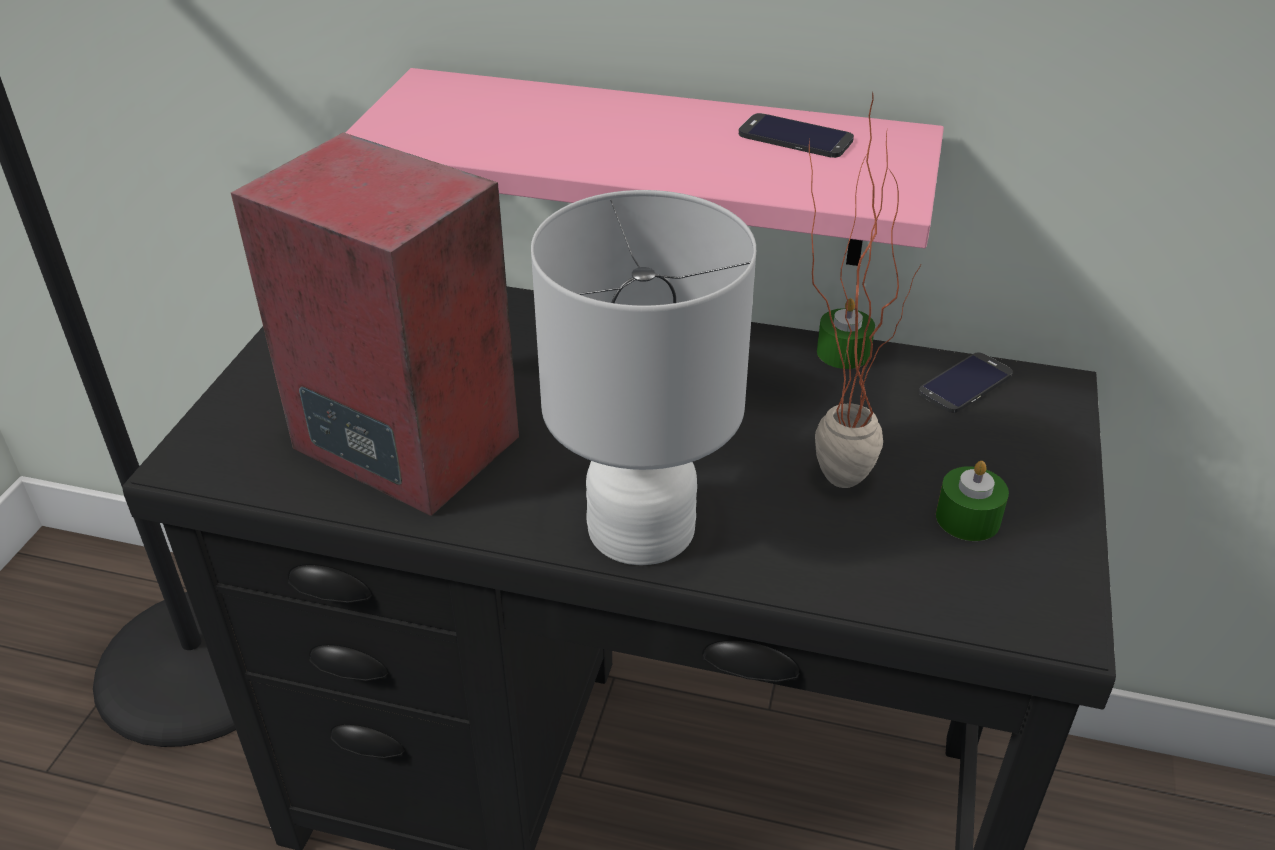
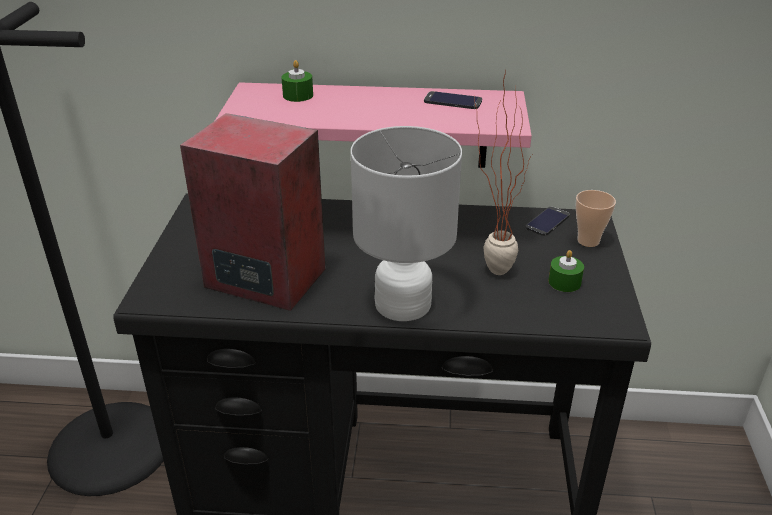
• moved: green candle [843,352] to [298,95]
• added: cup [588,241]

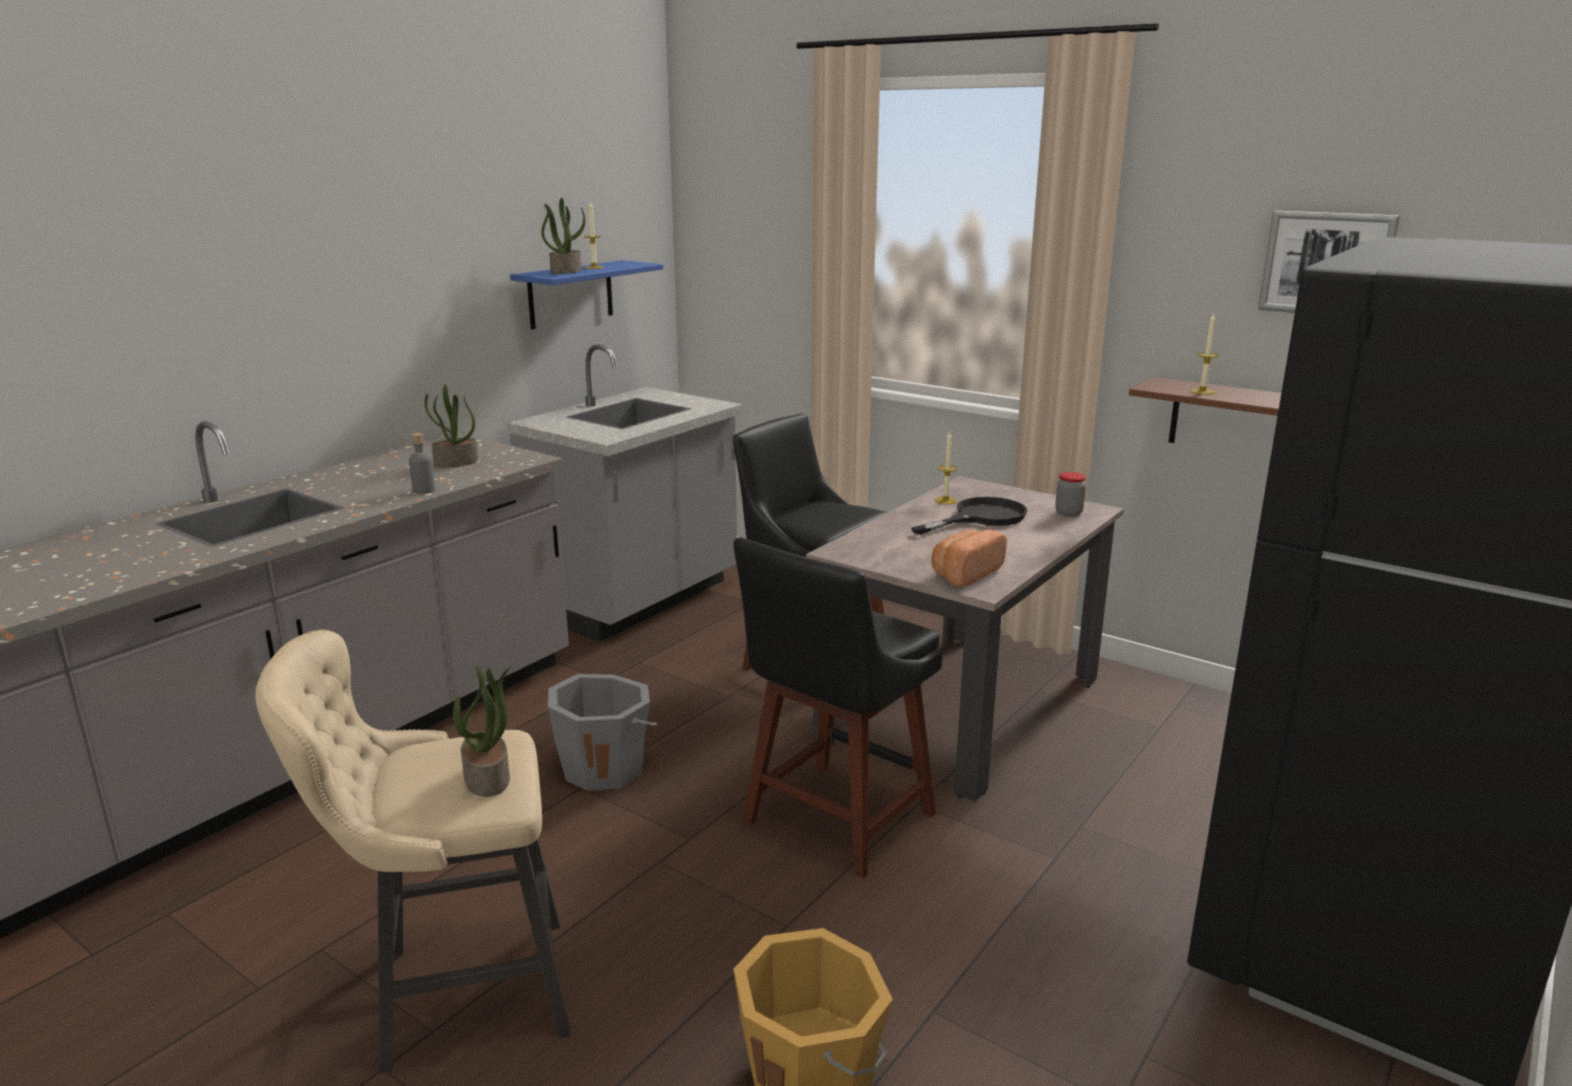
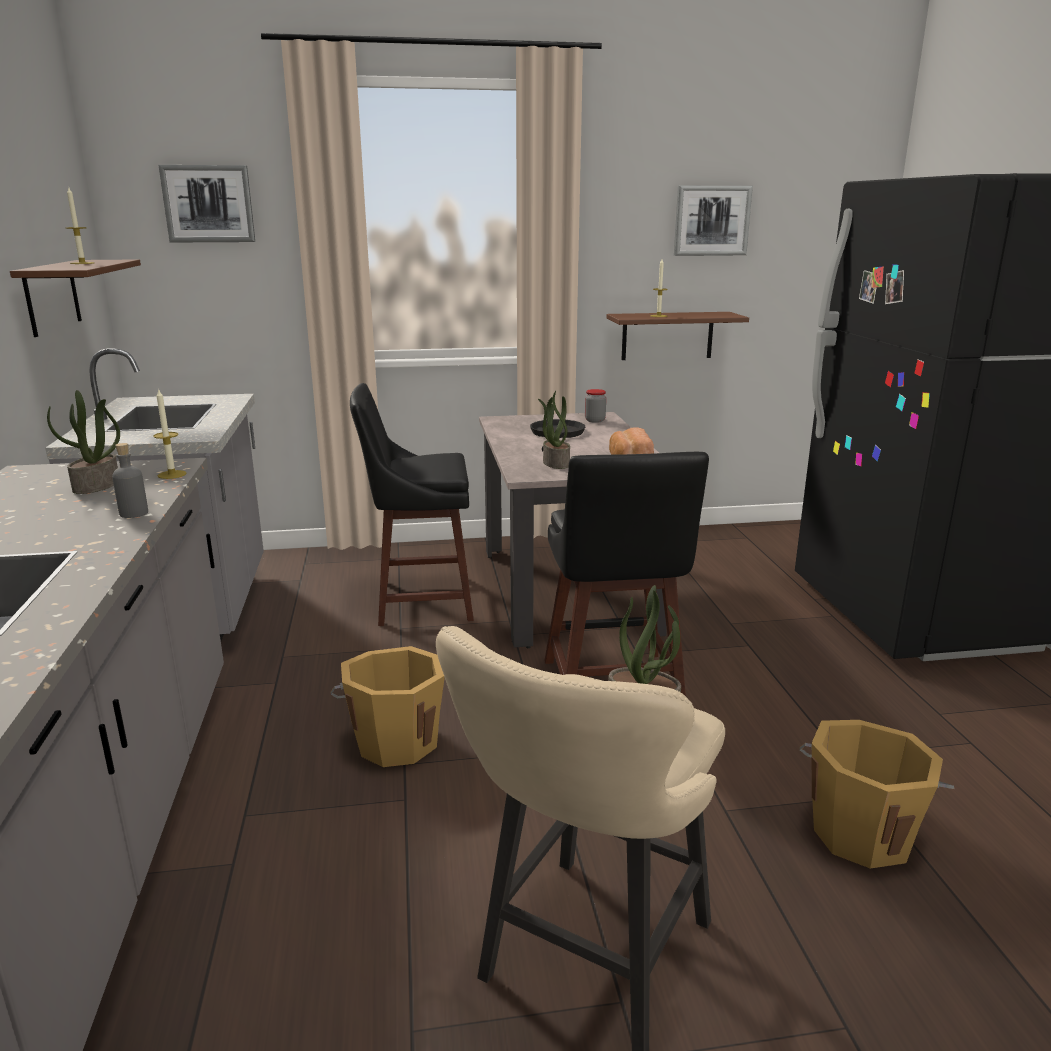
• recoloured: blue shelf [570,294] to brown shelf [52,297]
• moved: candle [945,500] to [172,474]
• added: picture [208,204]
• recoloured: grey bucket [604,768] to orange bucket [397,741]
• moved: potted plant [566,271] to [555,463]

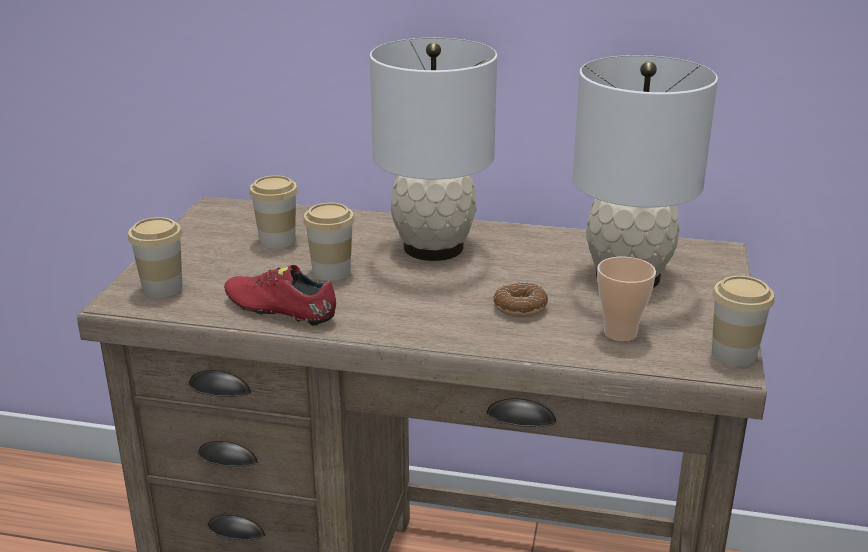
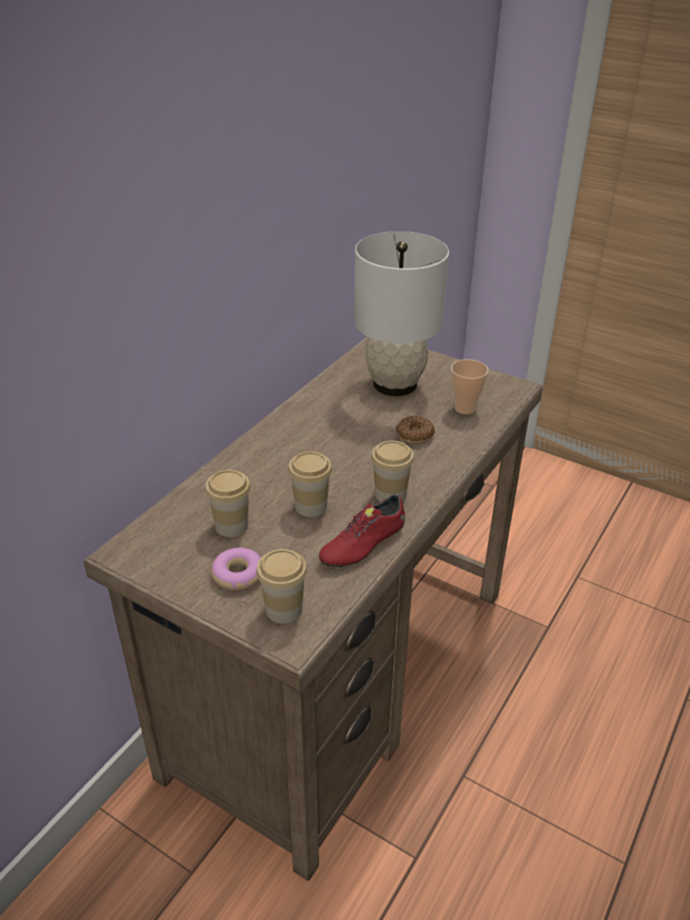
• added: donut [238,575]
• moved: cup [733,354] to [390,494]
• removed: white table lamp [433,247]

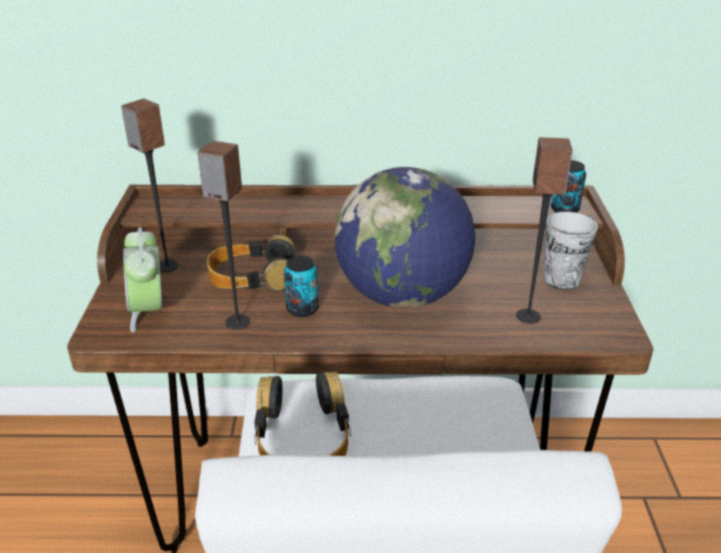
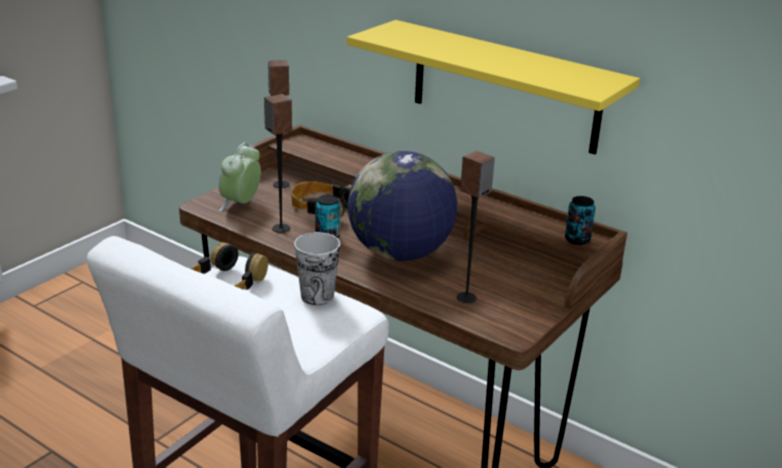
• moved: cup [561,280] to [317,296]
• added: yellow shelf [505,87]

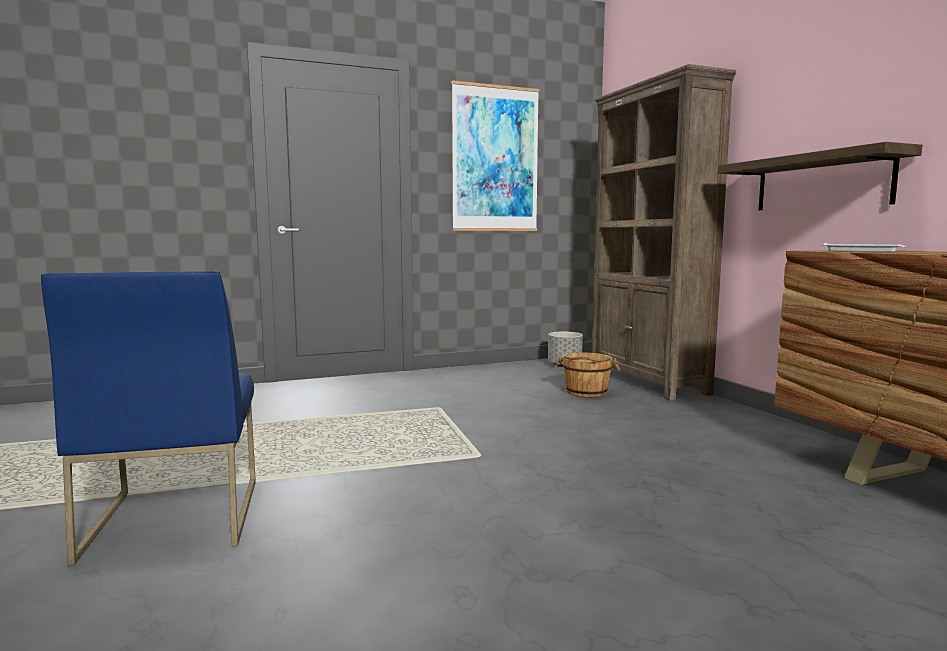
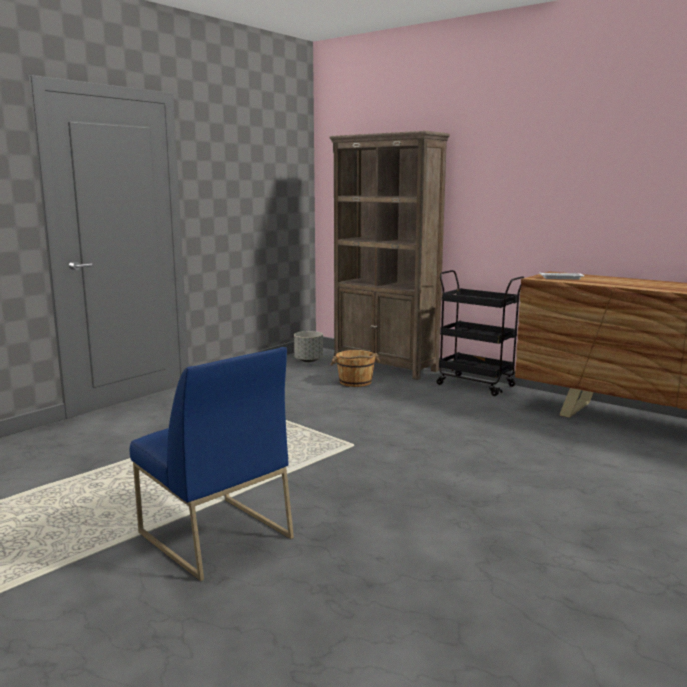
• added: black cart [476,385]
• removed: picture [495,159]
• removed: shelf [821,182]

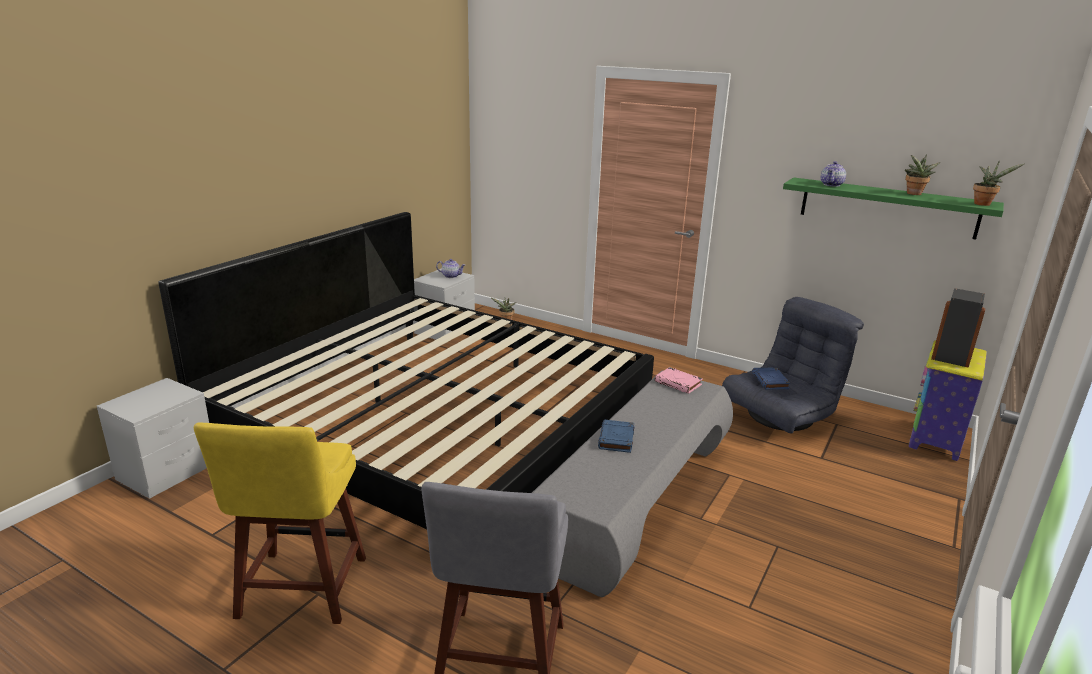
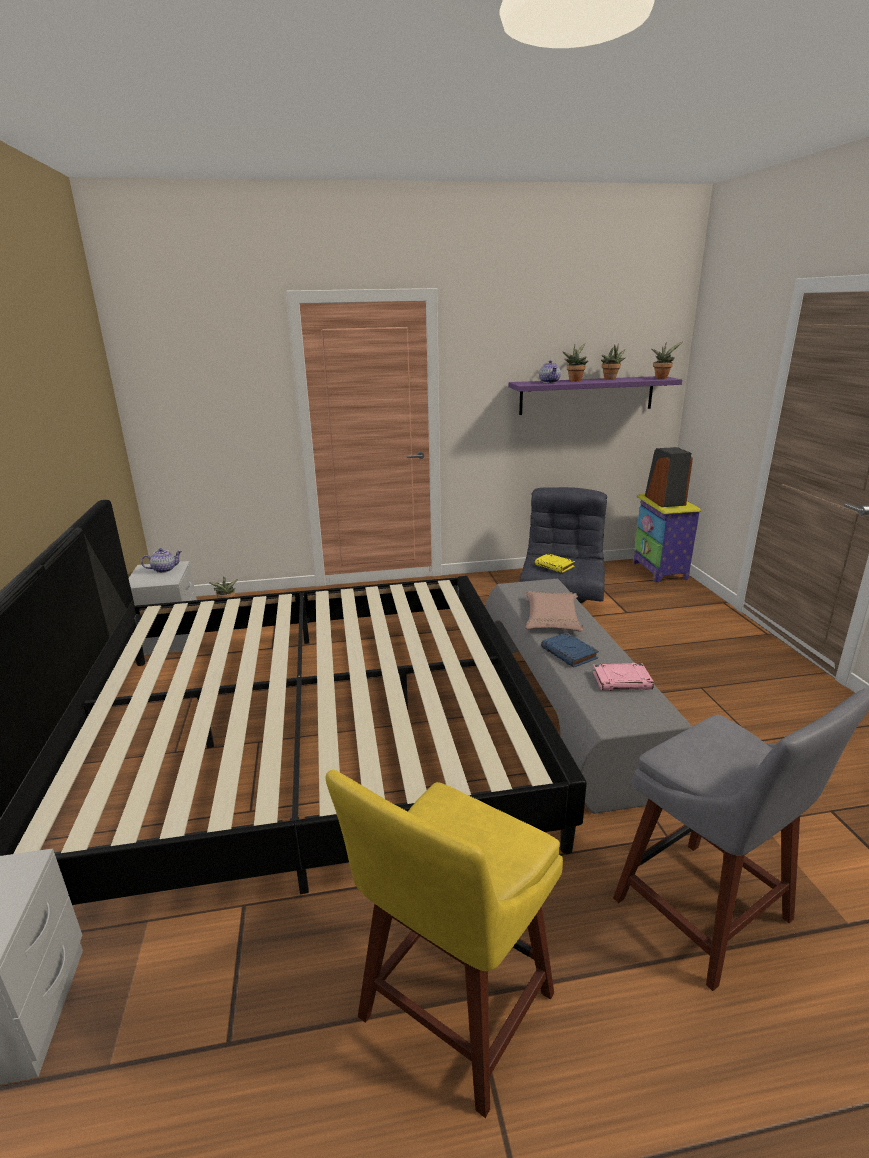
• turned: yellow chair [299,592] = [450,1013] 75 degrees clockwise
• recoloured: green shelf [887,207] to purple shelf [586,395]
• added: beige pillow [552,617]
• recoloured: blue book [770,381] to yellow book [554,566]
• added: potted plant [574,380]
• moved: pink book [678,383] to [622,681]

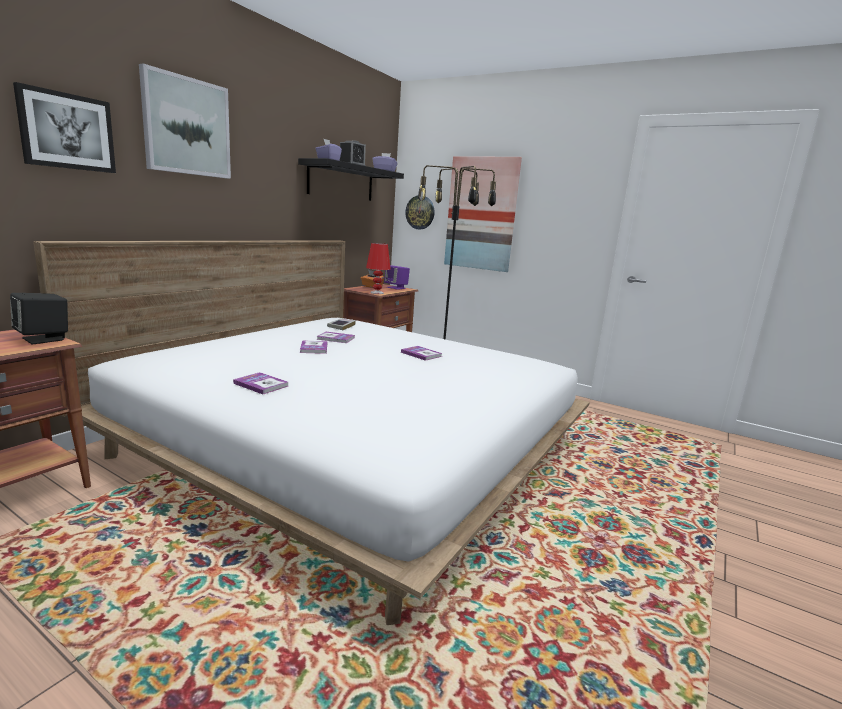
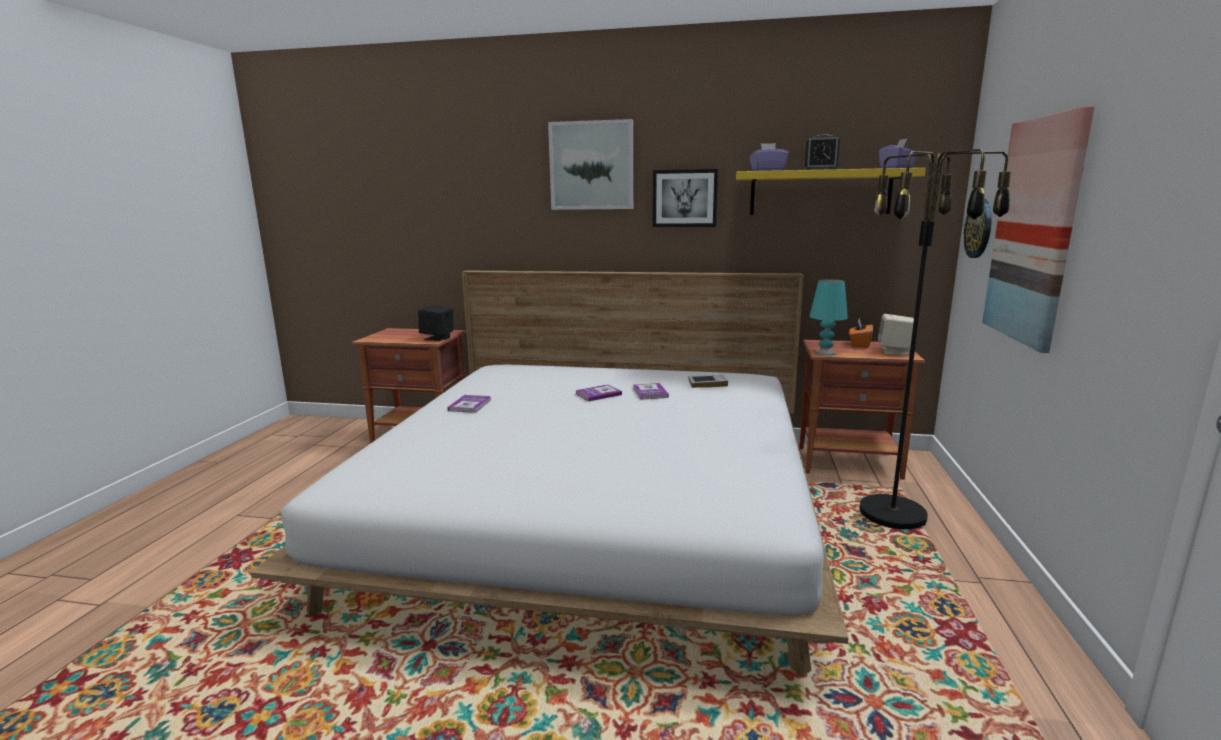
• moved: picture [67,131] to [684,198]
• recoloured: black shelf [341,182] to yellow shelf [819,193]
• recoloured: red table lamp [377,293] to turquoise table lamp [825,352]
• recoloured: purple speaker [396,288] to beige speaker [895,352]
• removed: book [421,354]

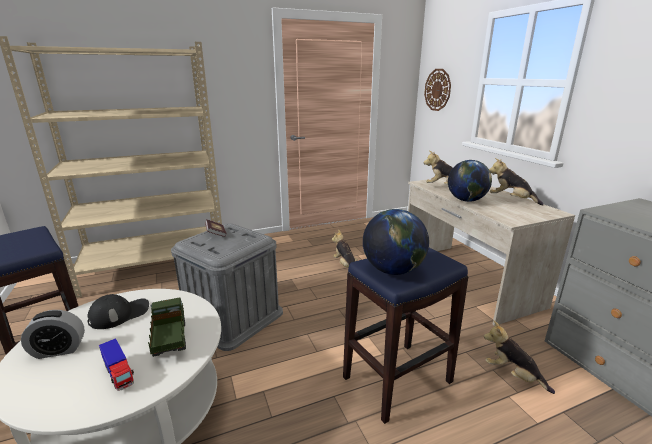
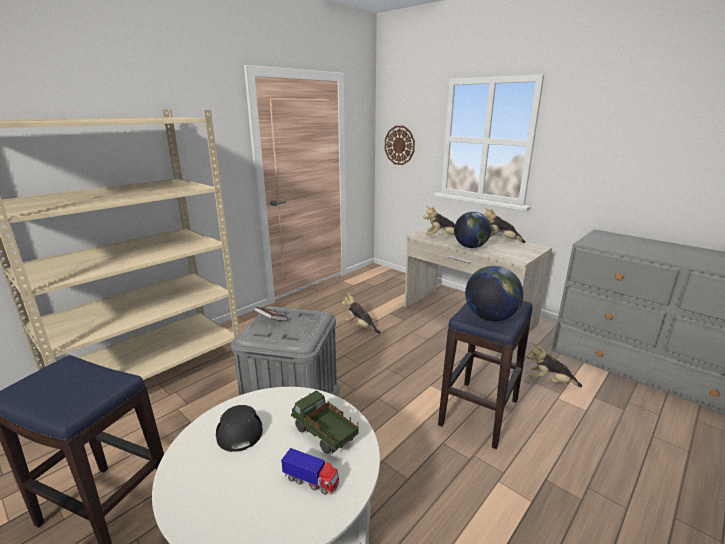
• turned: black cap [120,314] = [239,428] 45 degrees counterclockwise
• removed: alarm clock [59,350]

